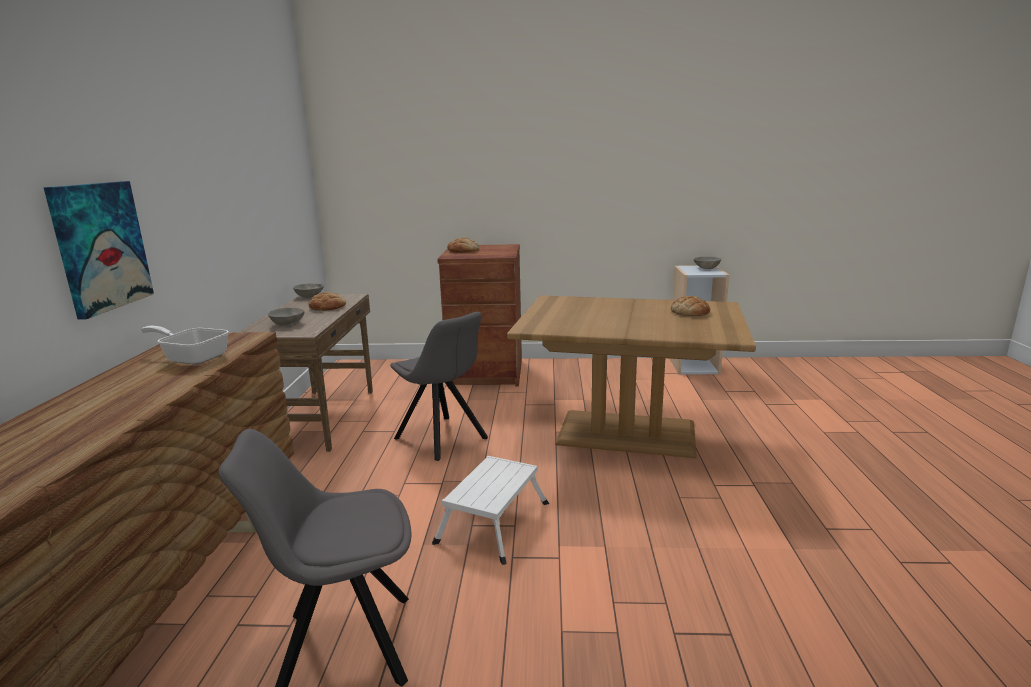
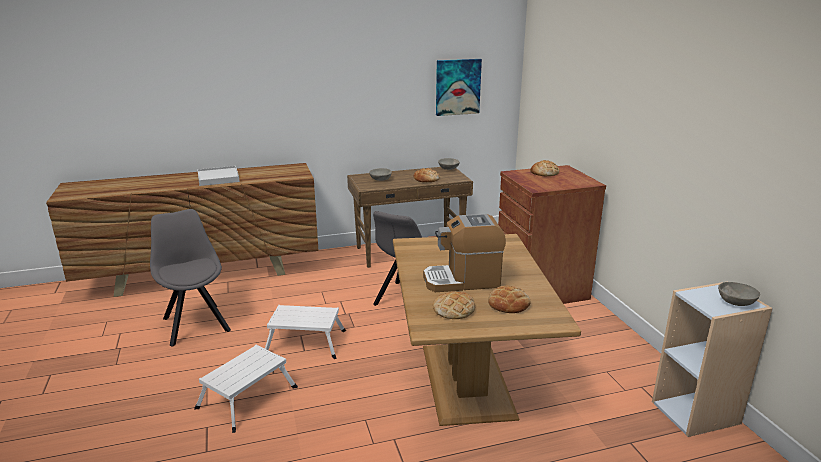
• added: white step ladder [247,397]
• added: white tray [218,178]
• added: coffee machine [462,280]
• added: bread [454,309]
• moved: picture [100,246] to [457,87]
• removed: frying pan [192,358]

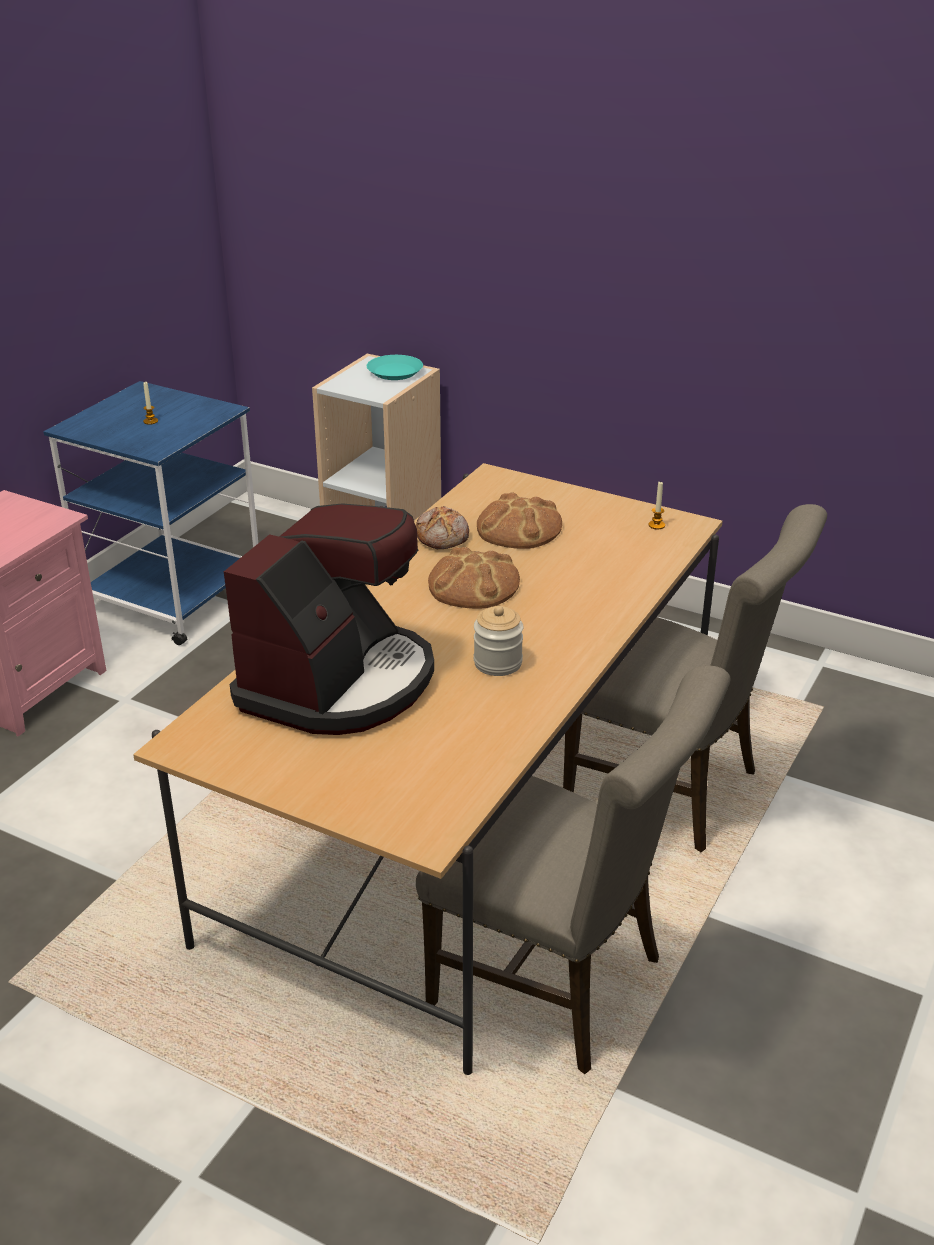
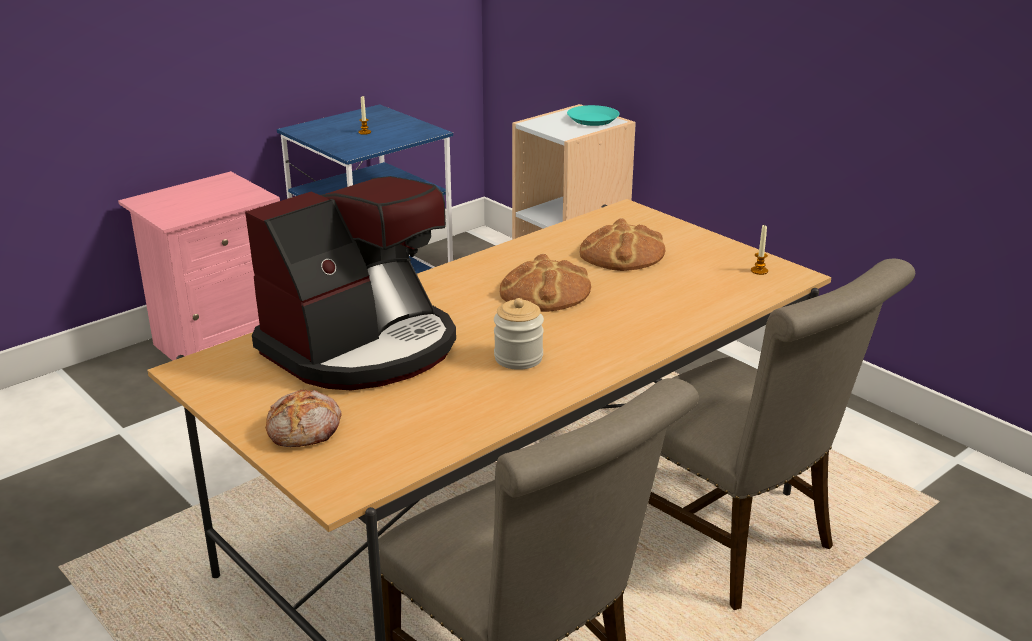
• moved: bread [443,537] to [305,429]

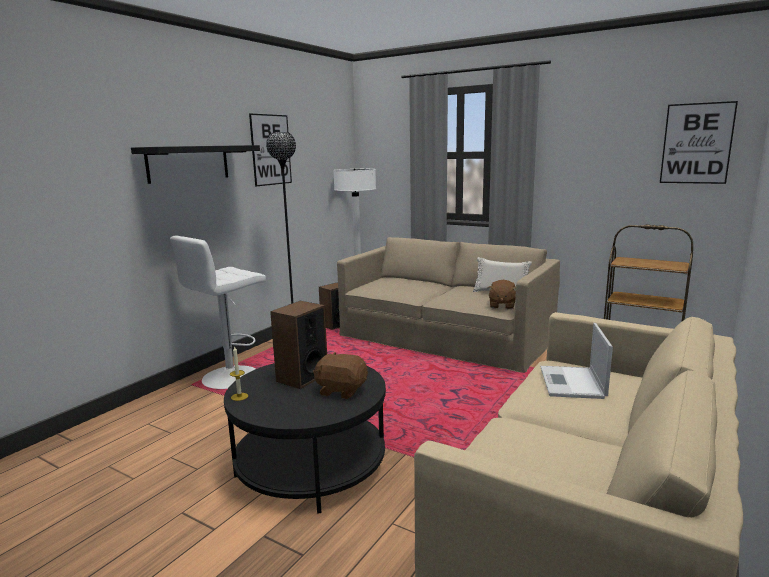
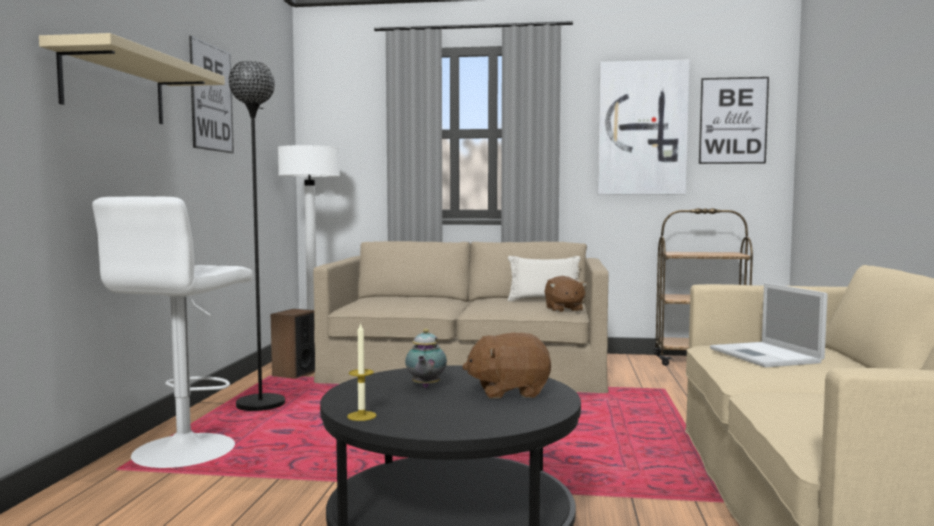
• recoloured: black shelf [188,163] to beige shelf [114,87]
• replaced: speaker [302,377] to teapot [425,387]
• added: picture [642,128]

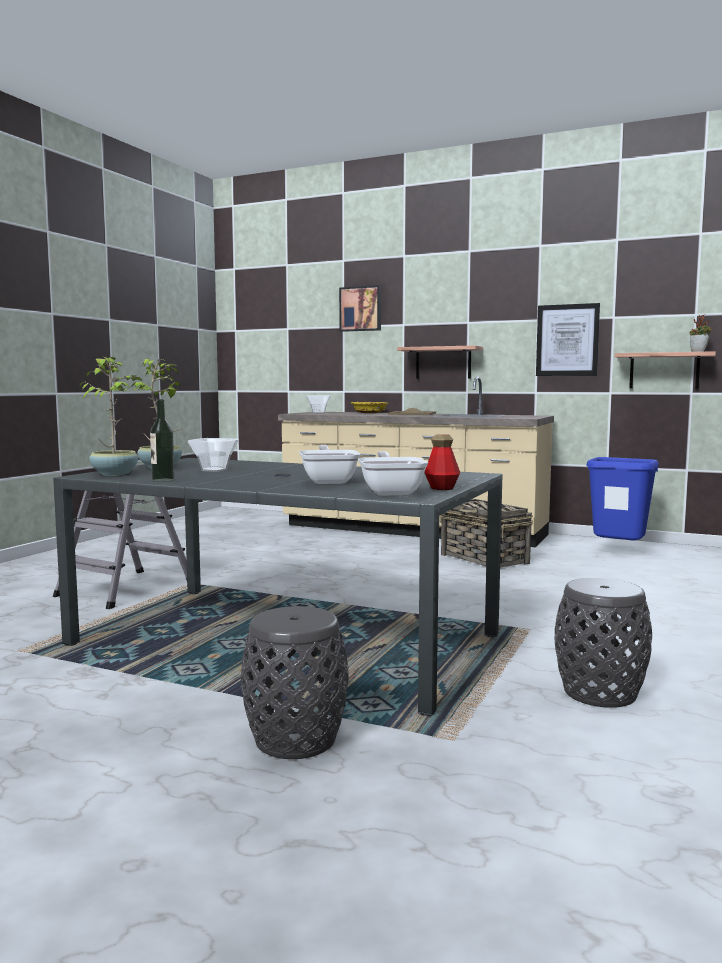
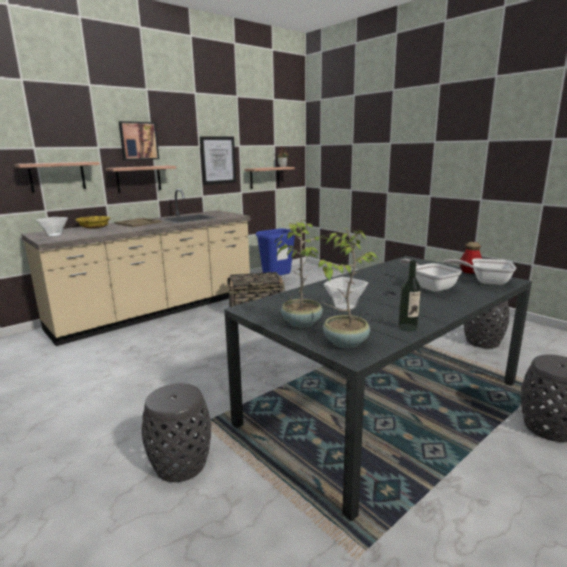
• added: shelf [57,176]
• moved: picture [361,309] to [138,141]
• replaced: grey step ladder [126,588] to grey stool [180,464]
• turned: frying pan [329,481] = [430,287] 45 degrees clockwise

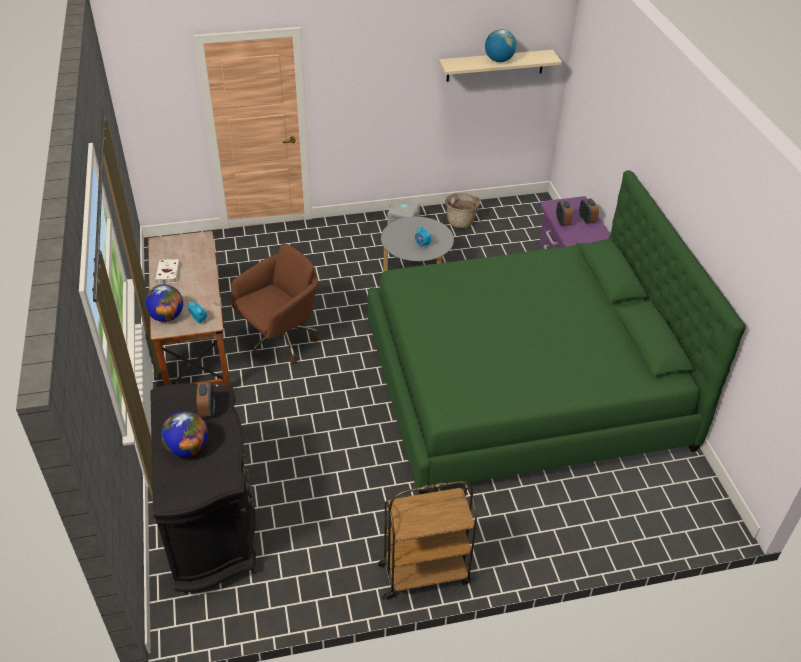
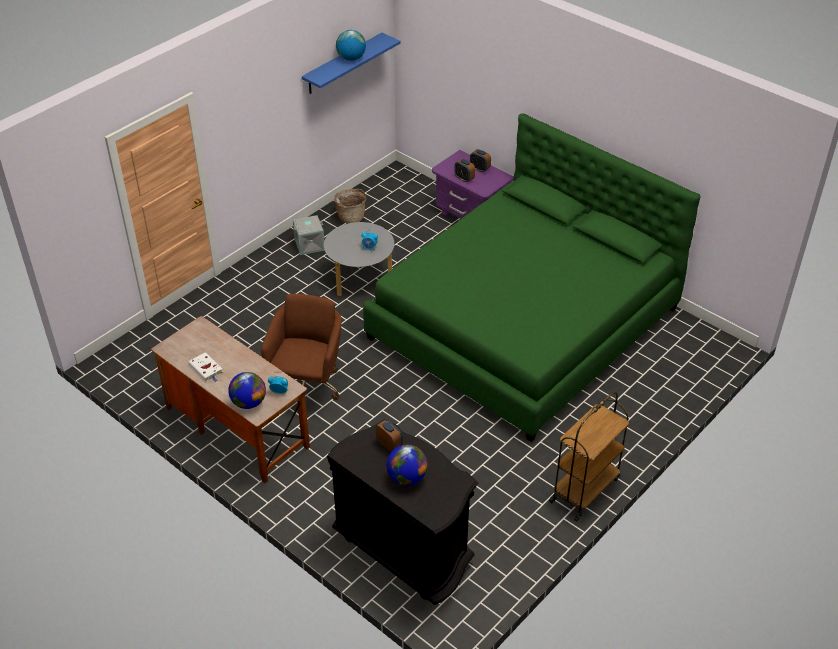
• recoloured: beige shelf [495,65] to blue shelf [343,64]

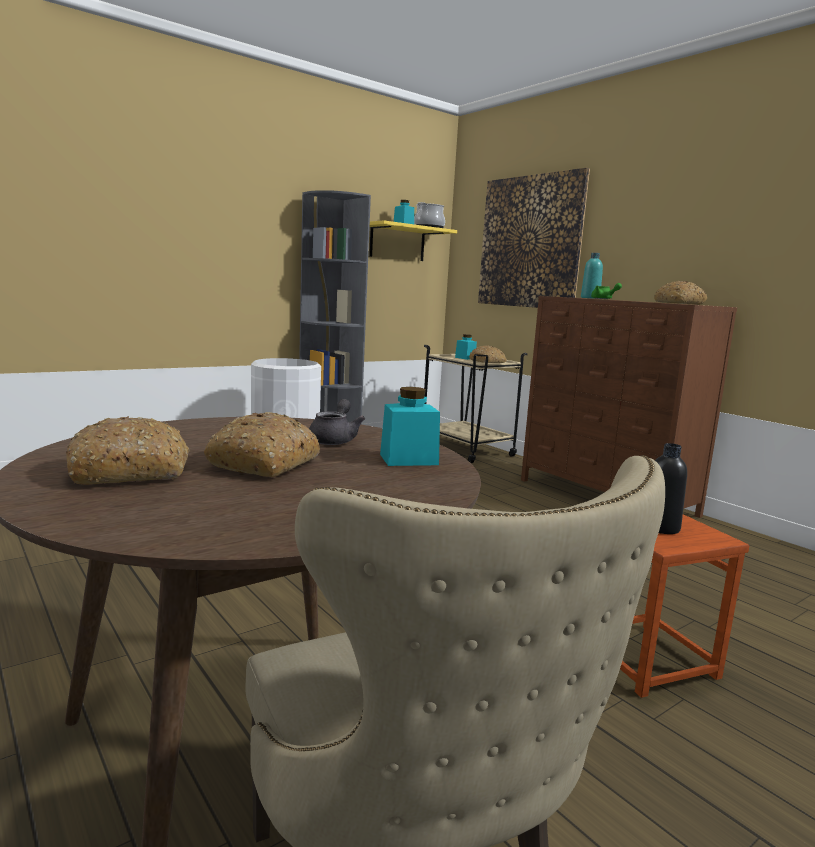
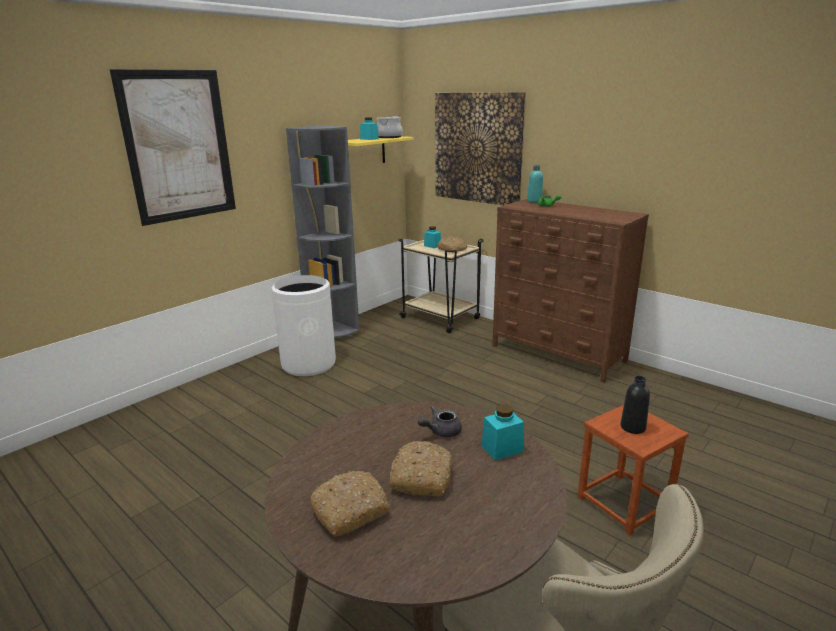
• added: picture [179,146]
• turned: grey teapot [334,440] = [441,431] 120 degrees counterclockwise
• removed: bread [679,303]

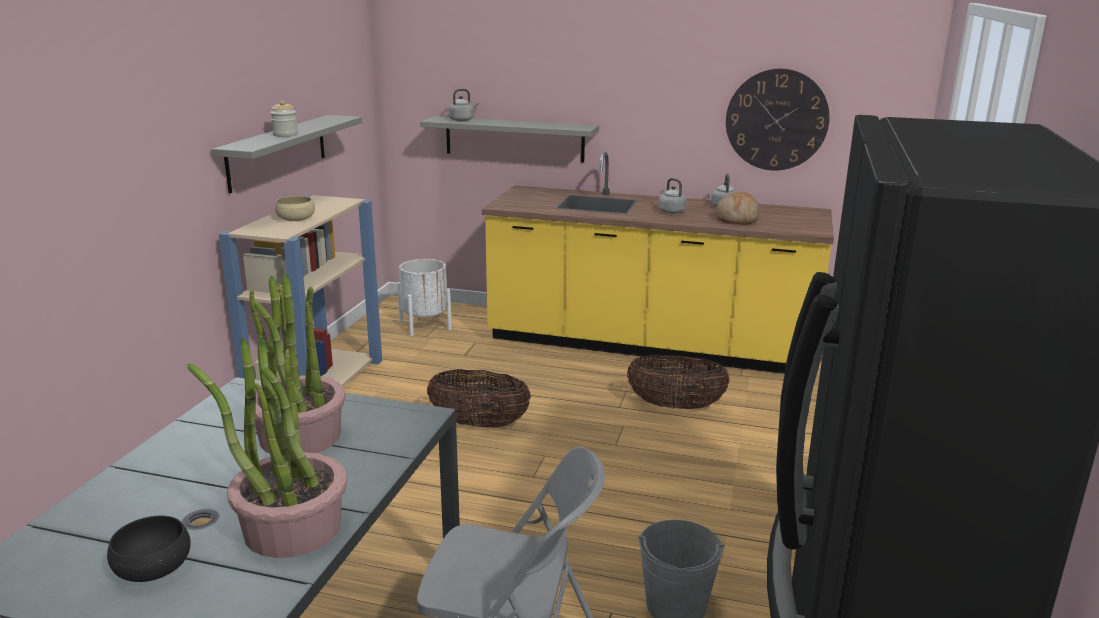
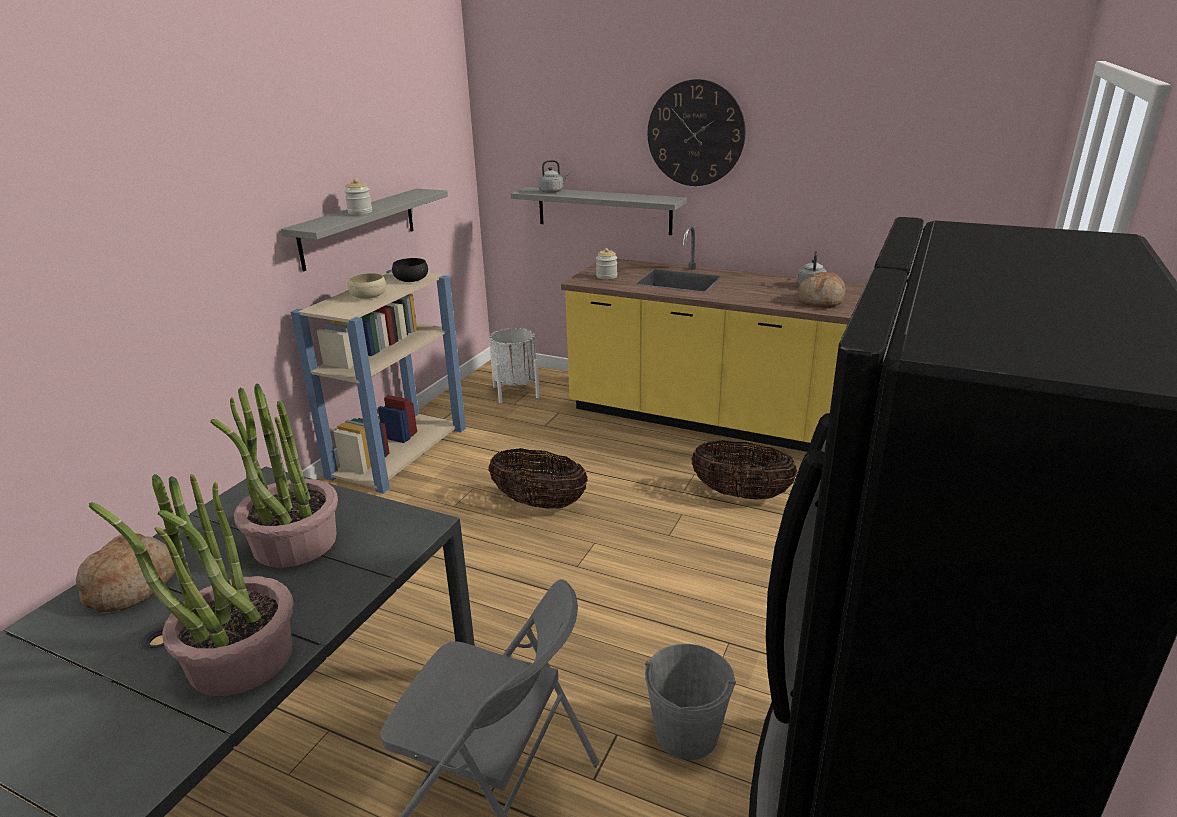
• added: bread [131,585]
• moved: black bowl [153,567] to [411,279]
• added: jar [606,276]
• moved: wall clock [776,120] to [695,133]
• removed: grey kettle [670,211]

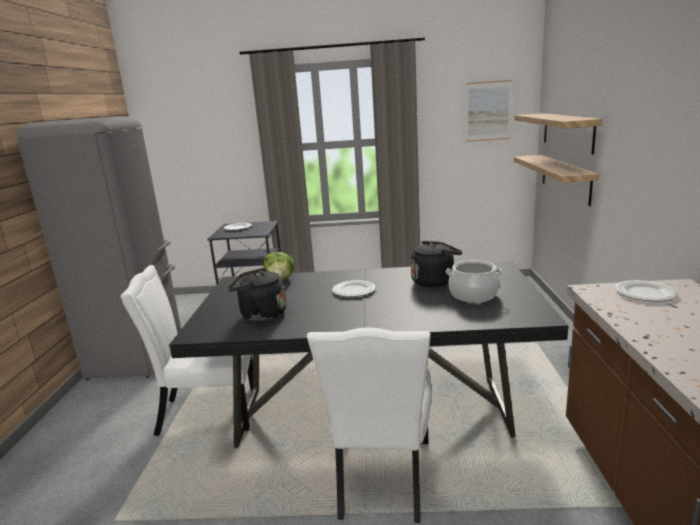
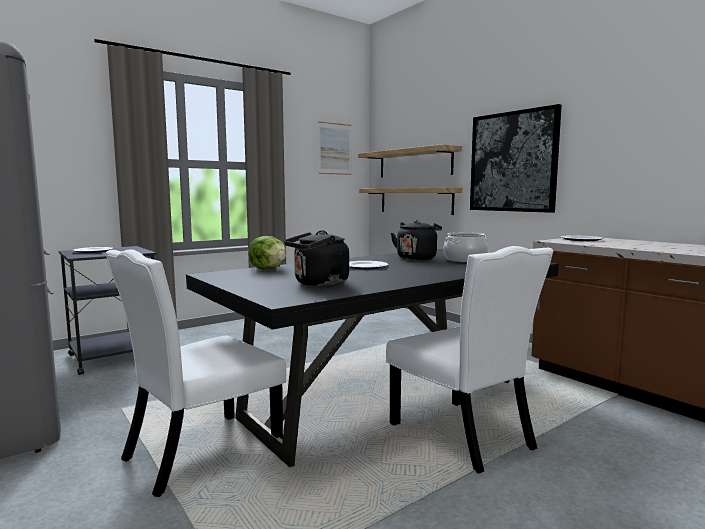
• added: picture [512,162]

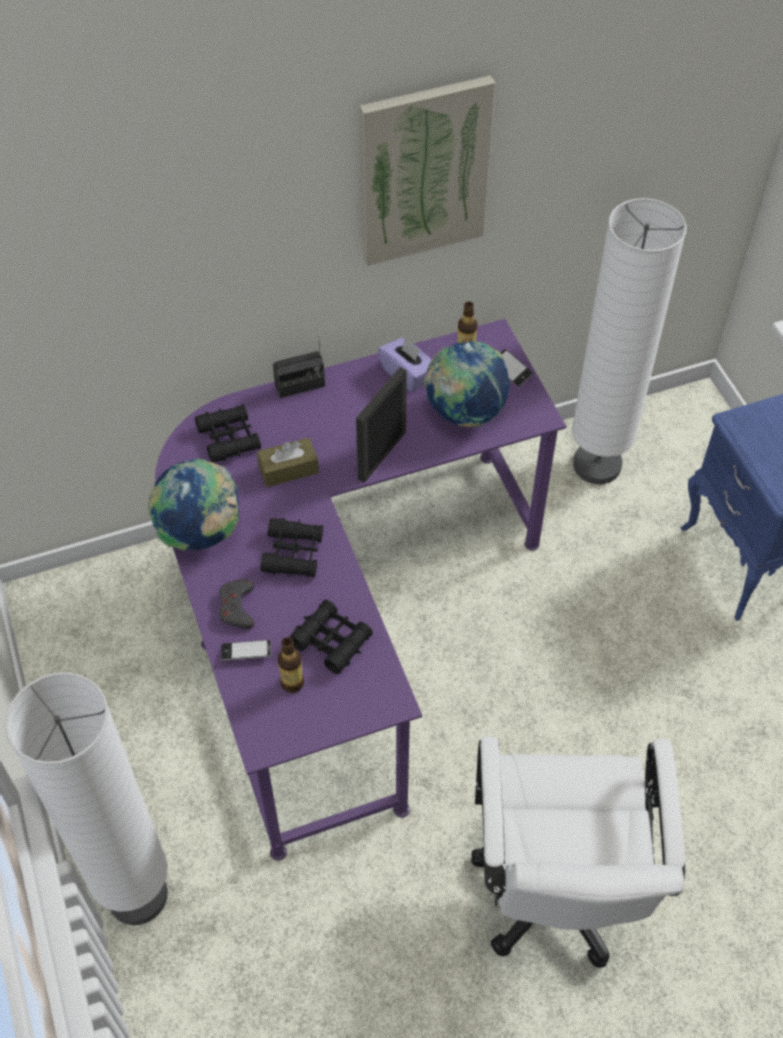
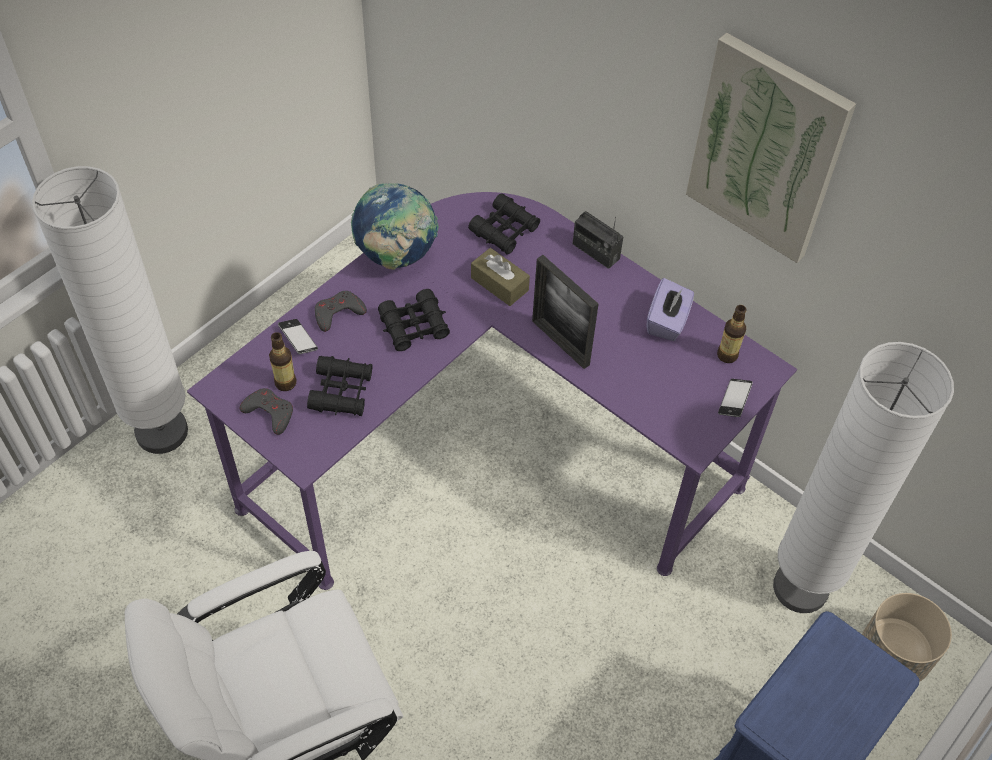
• added: grey game controller [269,413]
• turned: picture frame [382,455] = [560,342] 135 degrees counterclockwise
• added: beige planter [893,655]
• removed: globe [464,413]

